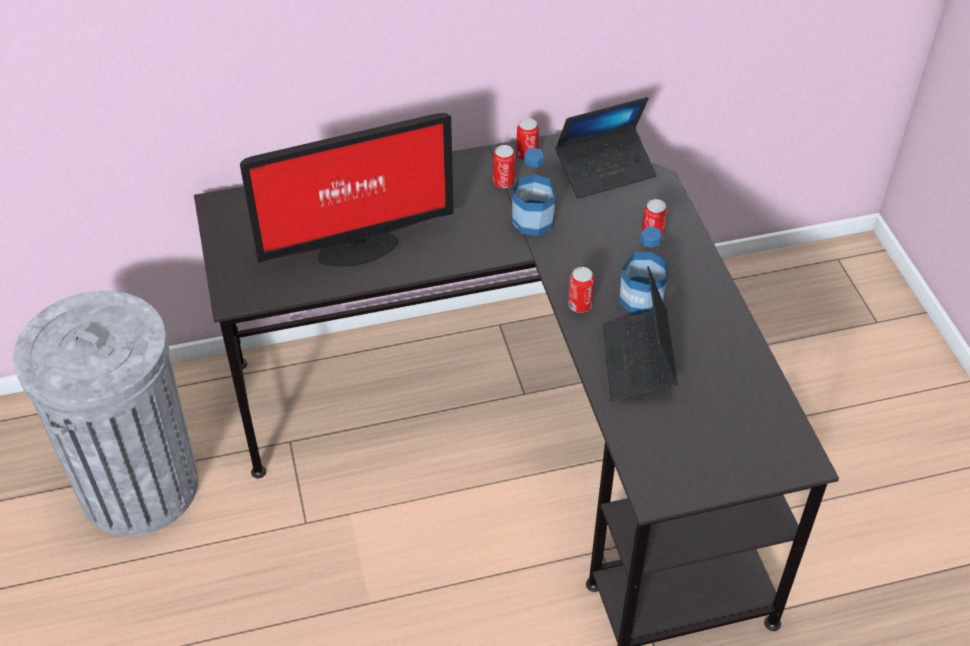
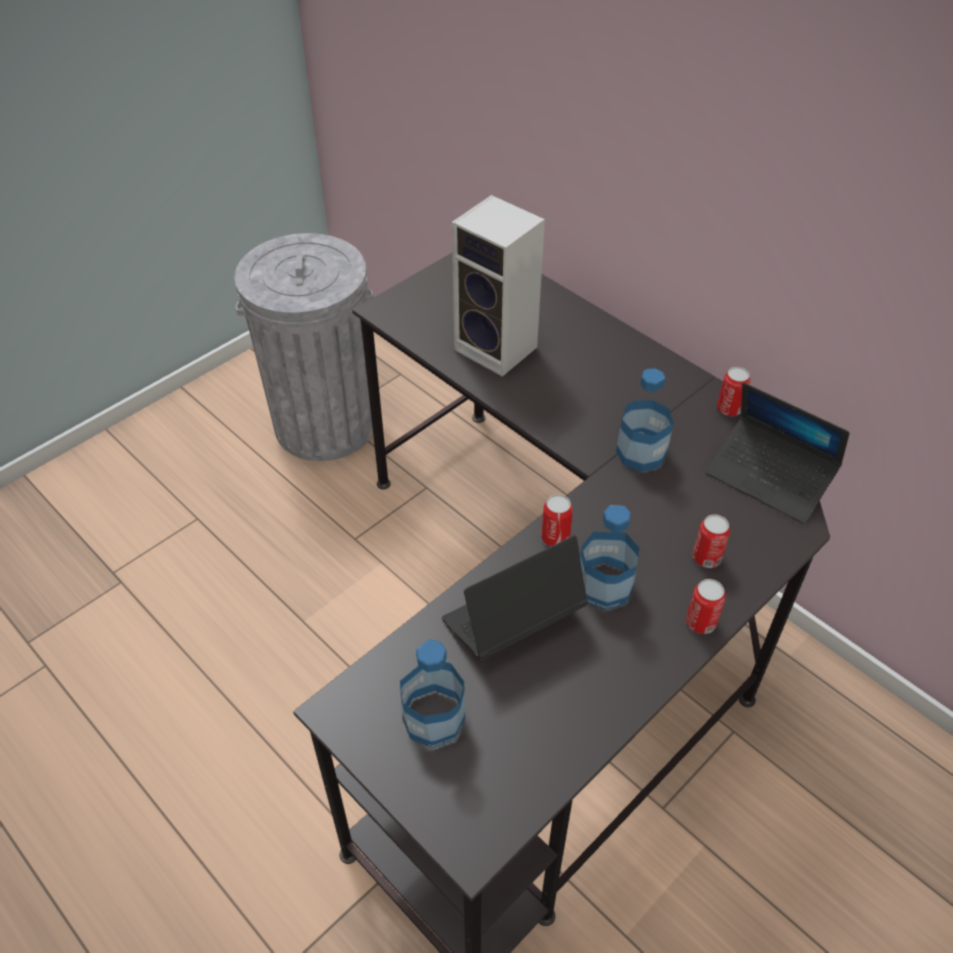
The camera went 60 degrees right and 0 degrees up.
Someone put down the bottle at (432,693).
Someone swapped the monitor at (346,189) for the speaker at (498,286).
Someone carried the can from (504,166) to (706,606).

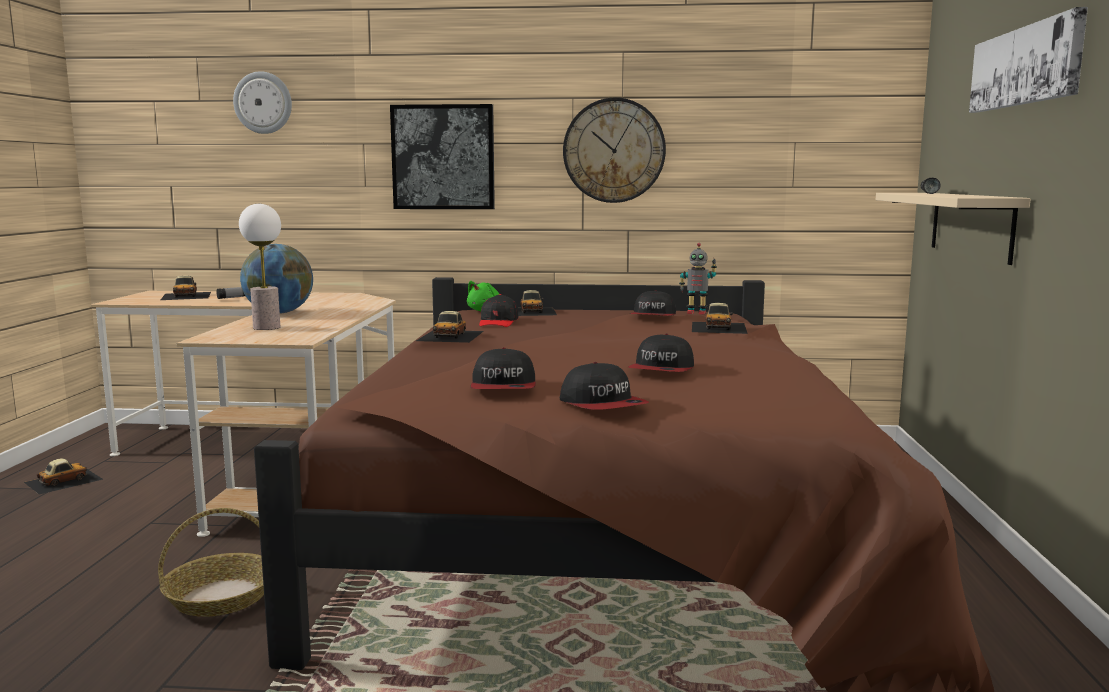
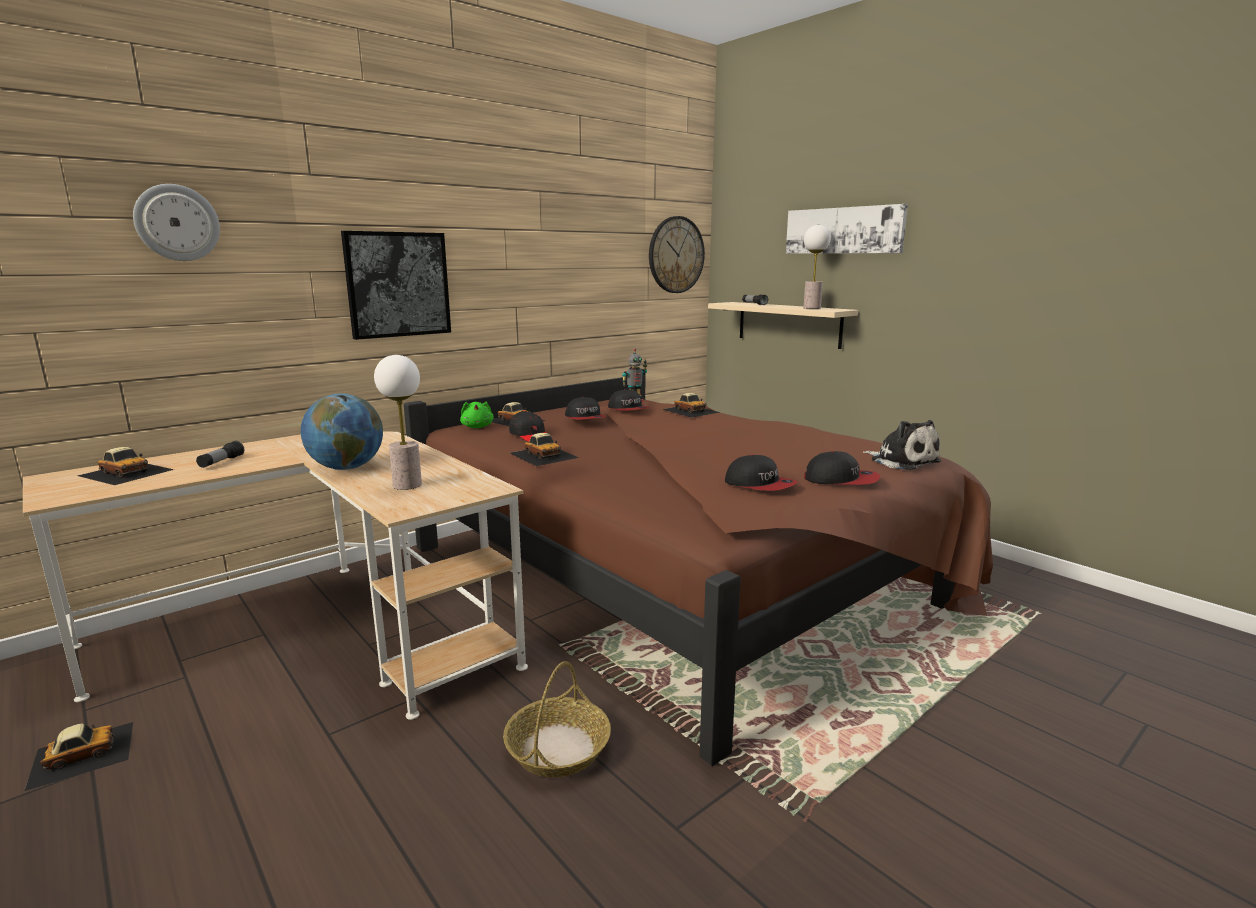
The camera went 45 degrees left and 5 degrees up.
Someone rotated the toy car at (63,476) by 60 degrees clockwise.
Someone carried the cap from (661,353) to (585,408).
Someone carried the wall clock from (614,150) to (677,254).
Someone put down the table lamp at (817,267).
Someone put down the plush toy at (902,445).

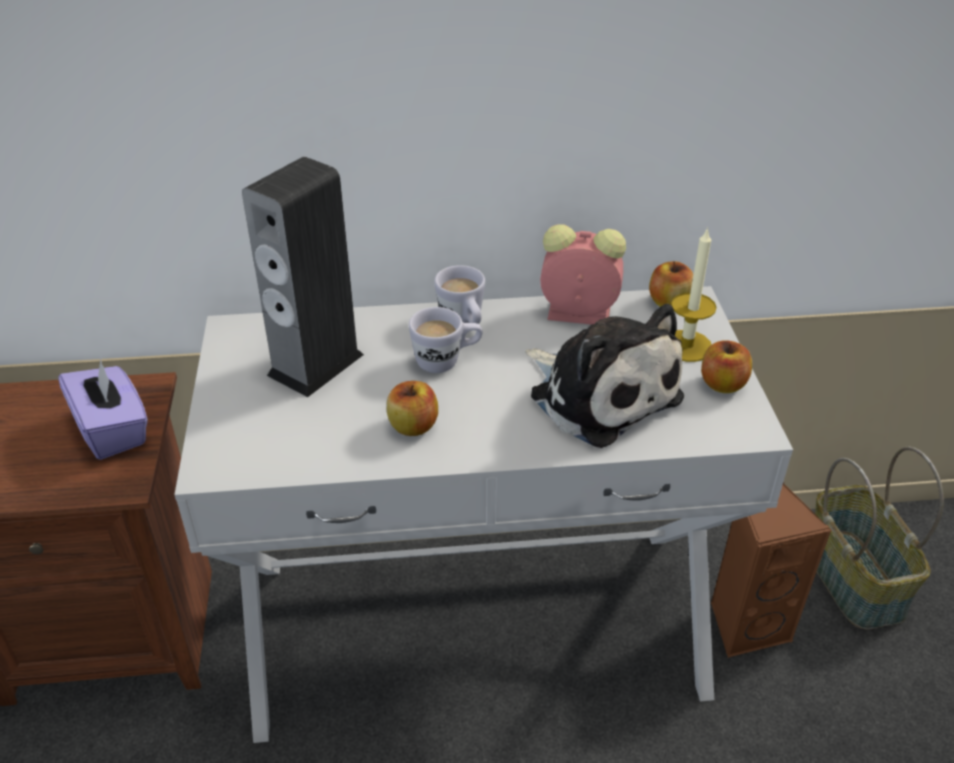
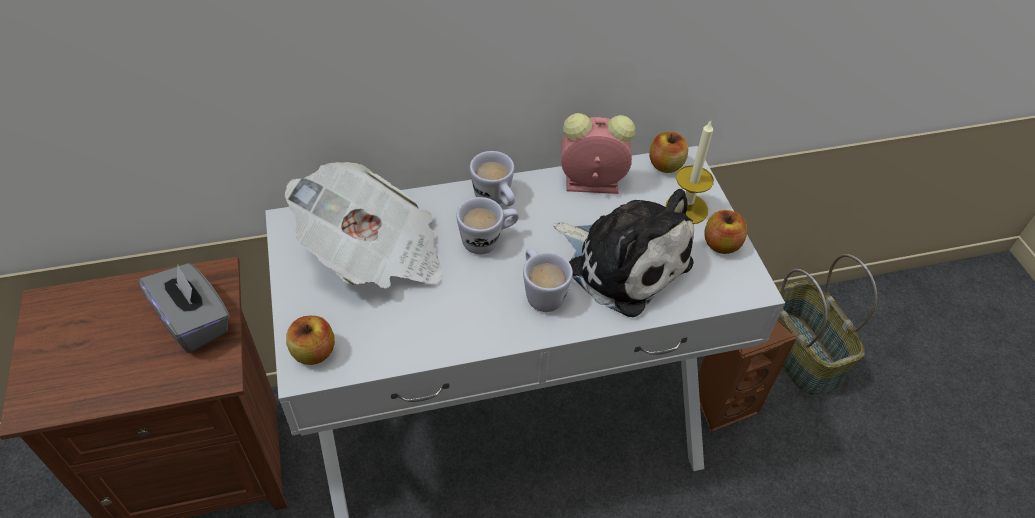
The camera went 10 degrees left and 10 degrees up.
Someone repainted the tissue box (purple) at (103,409), which became the tissue box (grey) at (184,308).
Someone swapped the speaker at (303,277) for the newspaper at (364,225).
Someone carried the apple from (412,408) to (310,340).
Someone put down the mug (white) at (548,280).

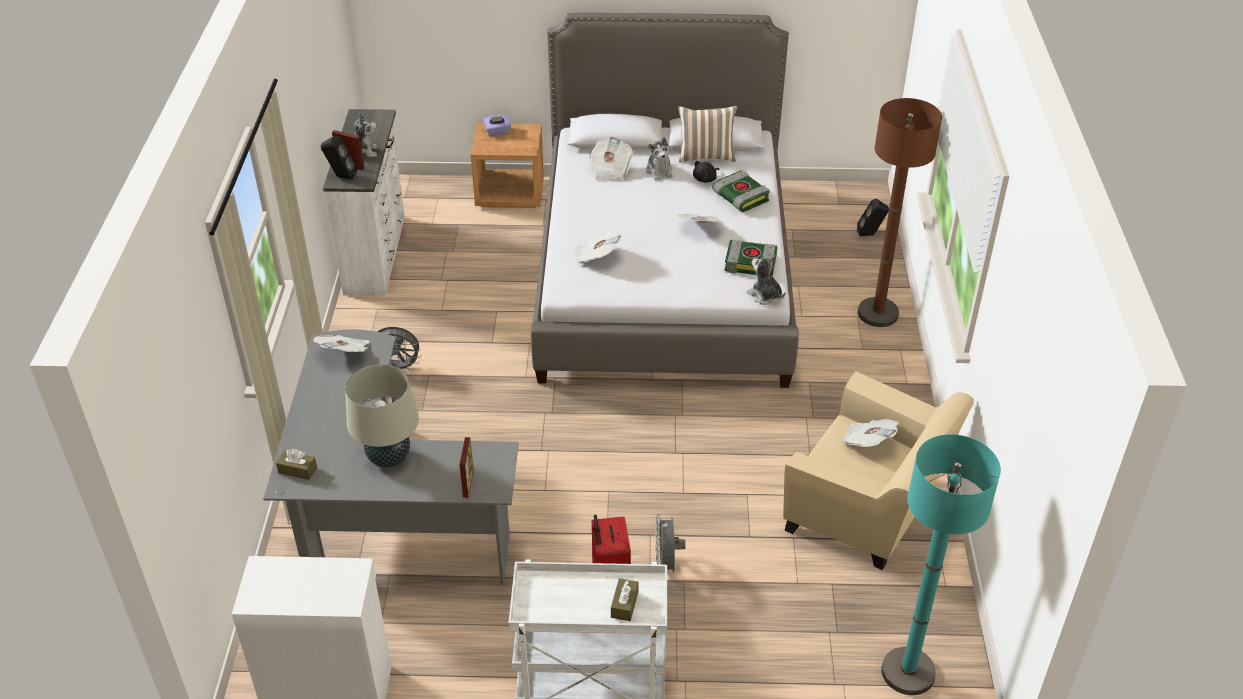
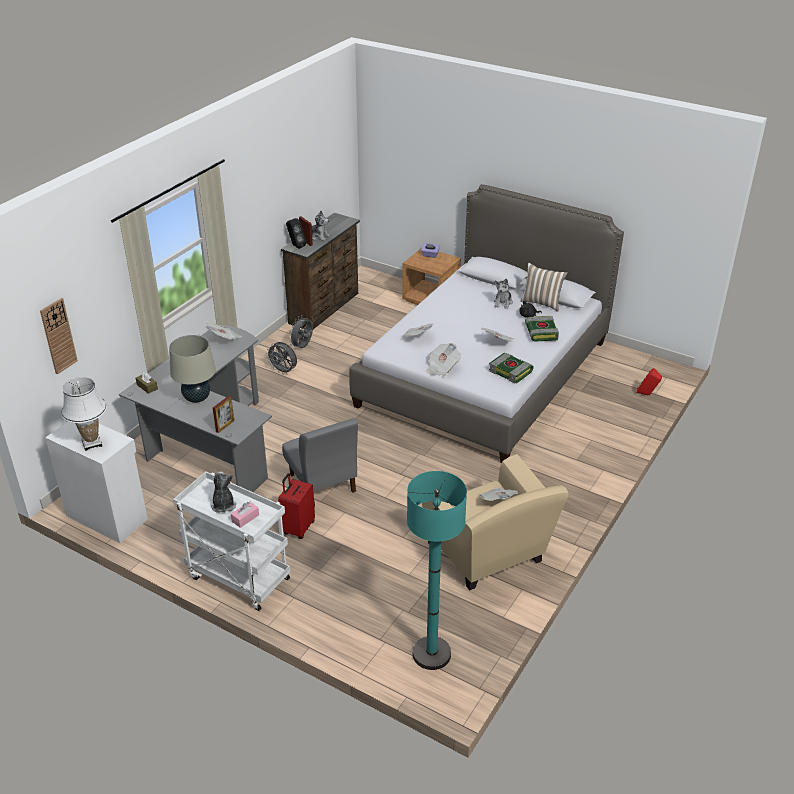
The camera went 30 degrees right and 5 degrees down.
Someone put up the wall clock at (59,336).
Someone put down the table lamp (white) at (84,414).
Someone carried the plush toy from (765,280) to (224,492).
Someone repainted the tissue box (brown) at (625,599), which became the tissue box (pink) at (245,514).
Someone repainted the dresser (white) at (364,202), which became the dresser (brown) at (320,271).
Someone put down the chair (grey) at (320,462).
Someone carried the fan (grey) from (670,543) to (301,331).
Someone carried the newspaper from (611,159) to (443,359).
Someone repainted the speaker (black) at (873,217), which became the speaker (red) at (649,381).
Someone took away the floor lamp (brown) at (900,212).

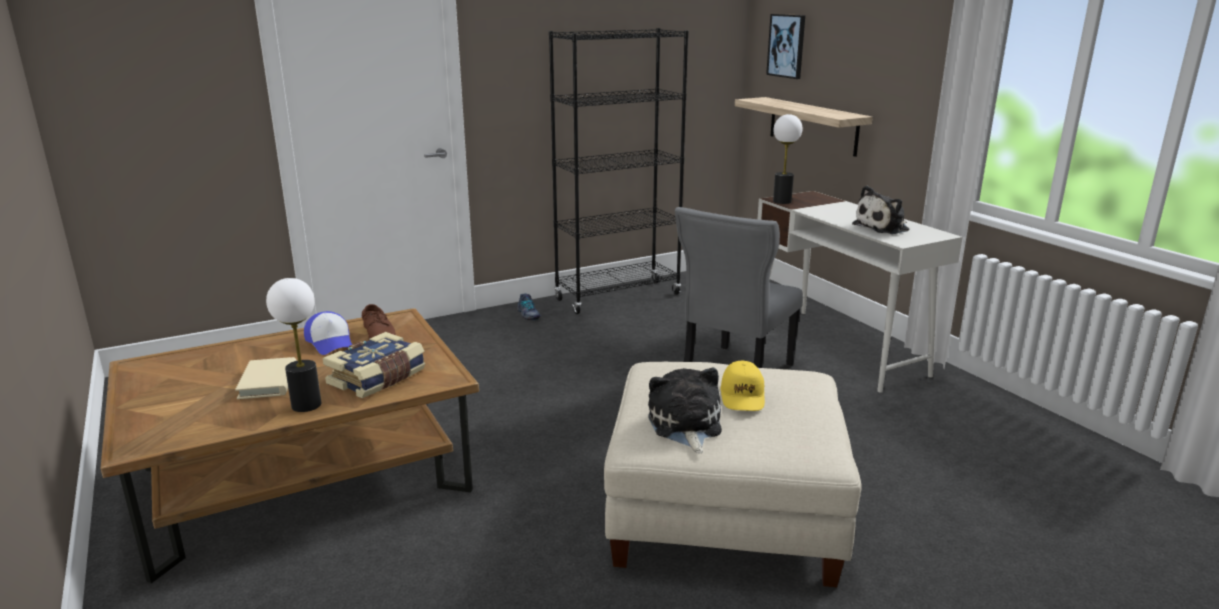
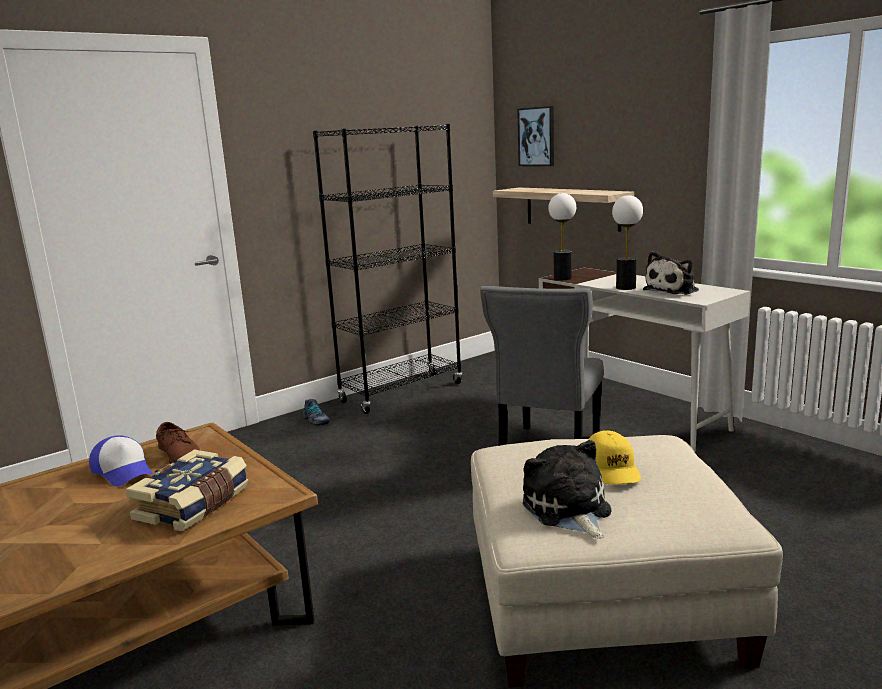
The camera went 10 degrees left and 5 degrees down.
Someone carried the table lamp from (293,345) to (627,242).
Someone took away the book (beige) at (266,378).

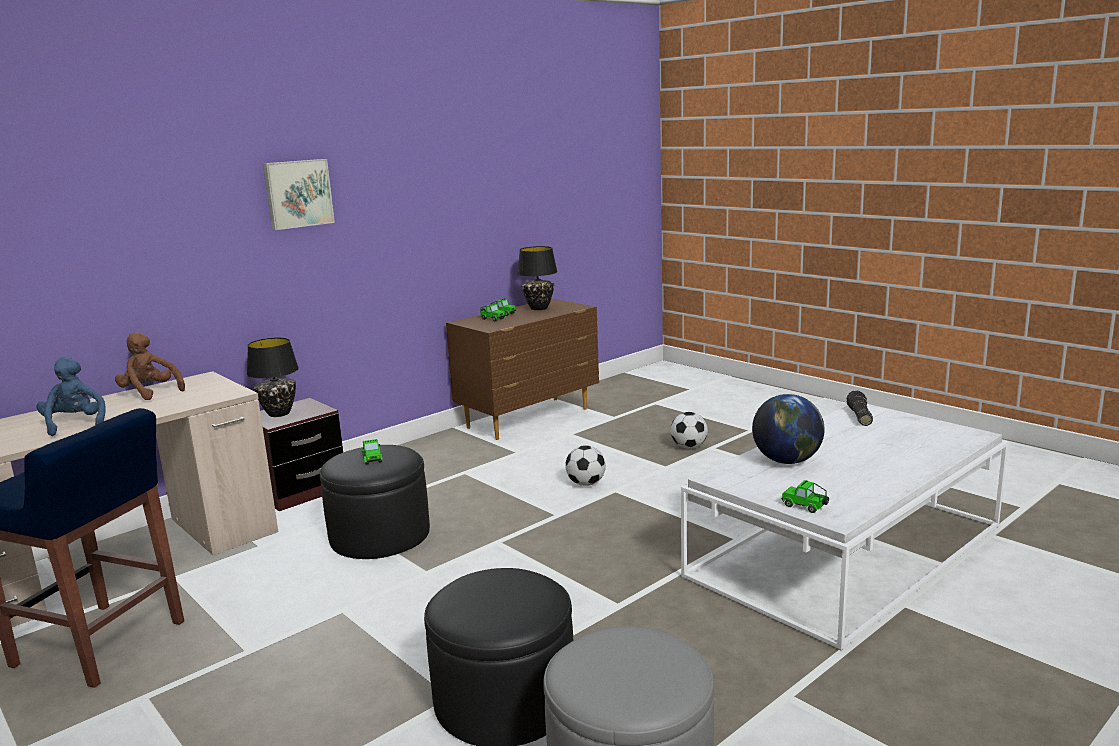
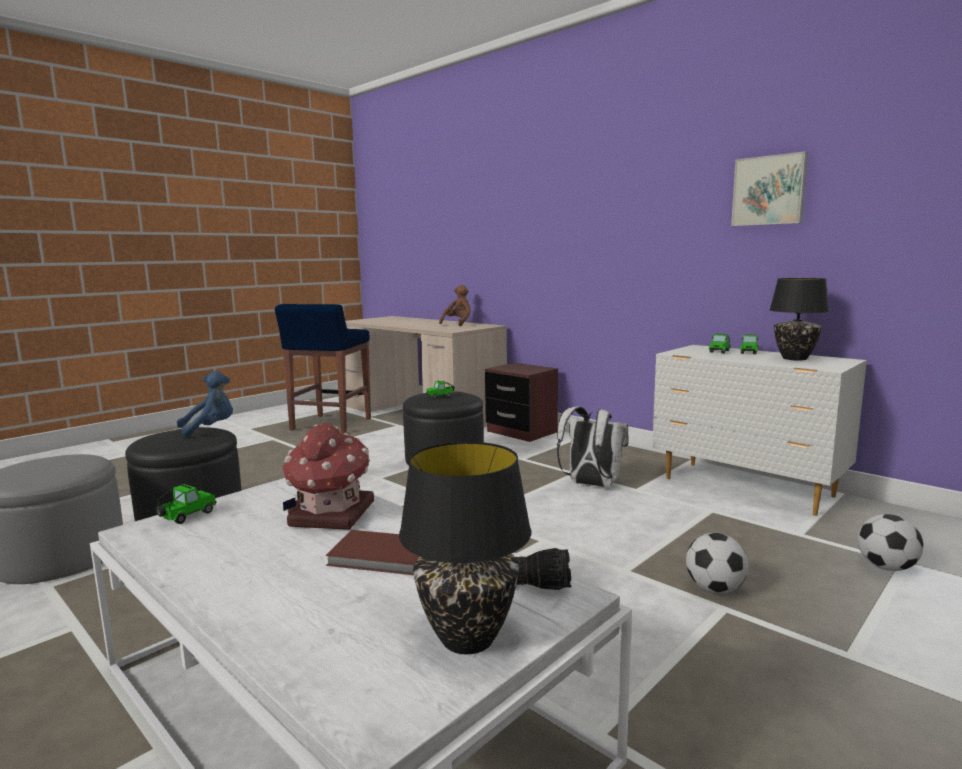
The camera went 85 degrees right and 5 degrees down.
Someone carried the plush toy (blue) from (71,396) to (205,404).
Someone swapped the globe at (788,429) for the toy house at (328,476).
Someone put down the book (brown) at (372,552).
Someone carried the table lamp (black) from (273,377) to (465,548).
Someone put down the backpack (white) at (593,447).
Someone repainted the dresser (brown) at (522,369), which became the dresser (white) at (759,430).
Someone carried the picture from (299,194) to (769,188).
Someone carried the football from (585,465) to (890,542).

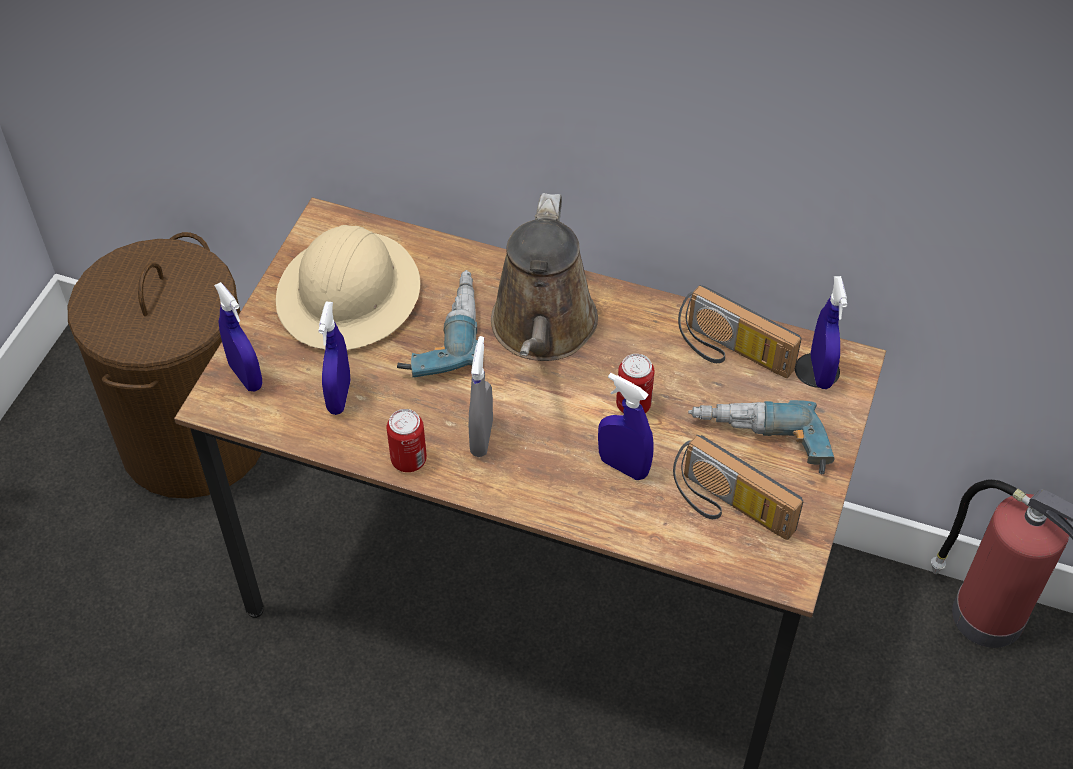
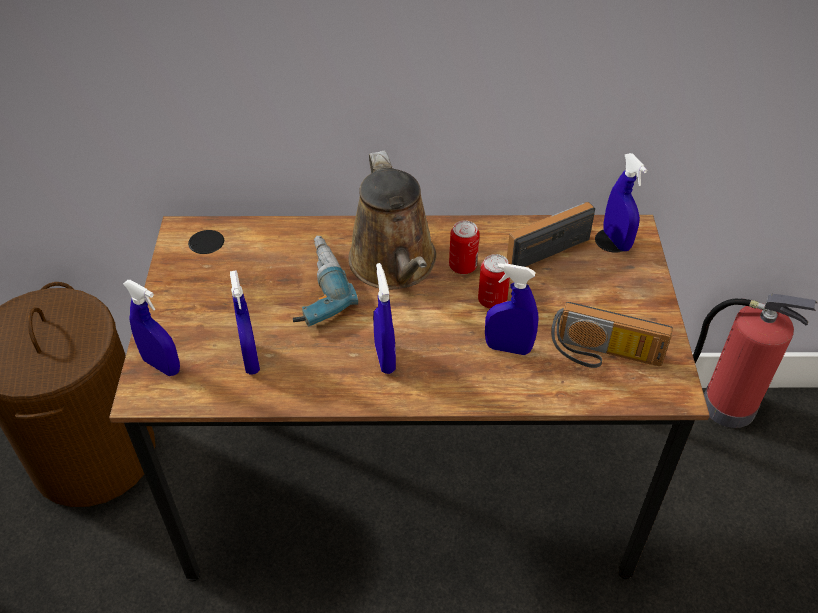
The camera went 20 degrees left and 5 degrees down.
Someone repainted the spray bottle (grey) at (481,396), which became the spray bottle (blue) at (384,318).
Someone carried the can from (407,440) to (464,247).
Someone rotated the radio at (740,331) by 135 degrees clockwise.
Someone took away the hard hat (beige) at (347,287).
Someone took away the power drill at (761,437).

